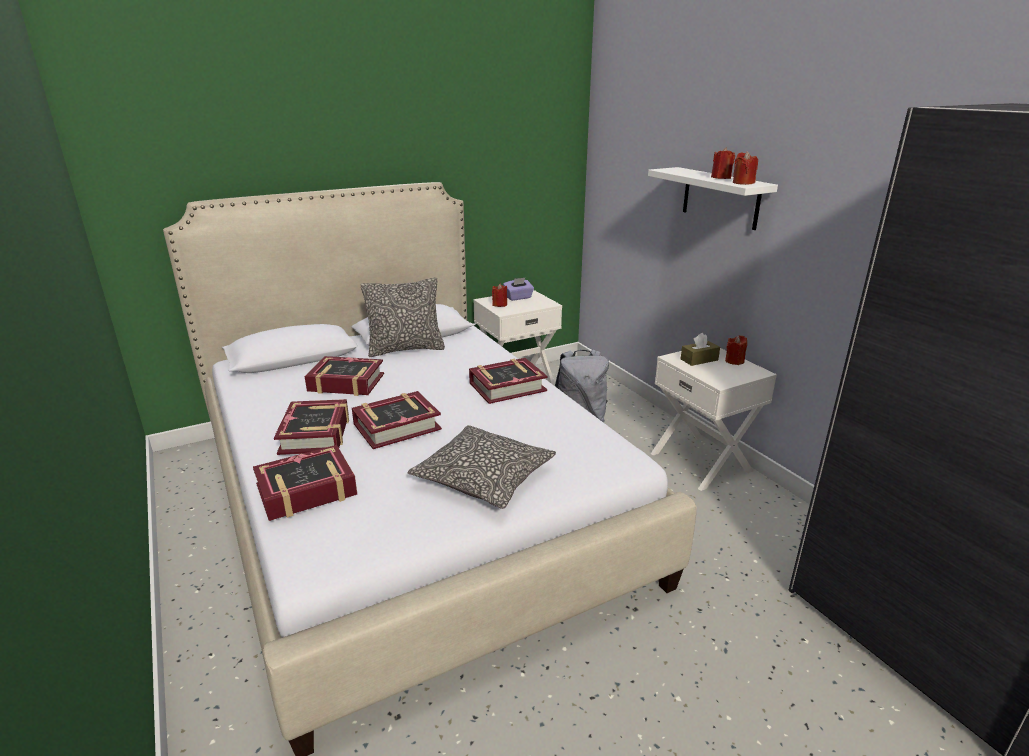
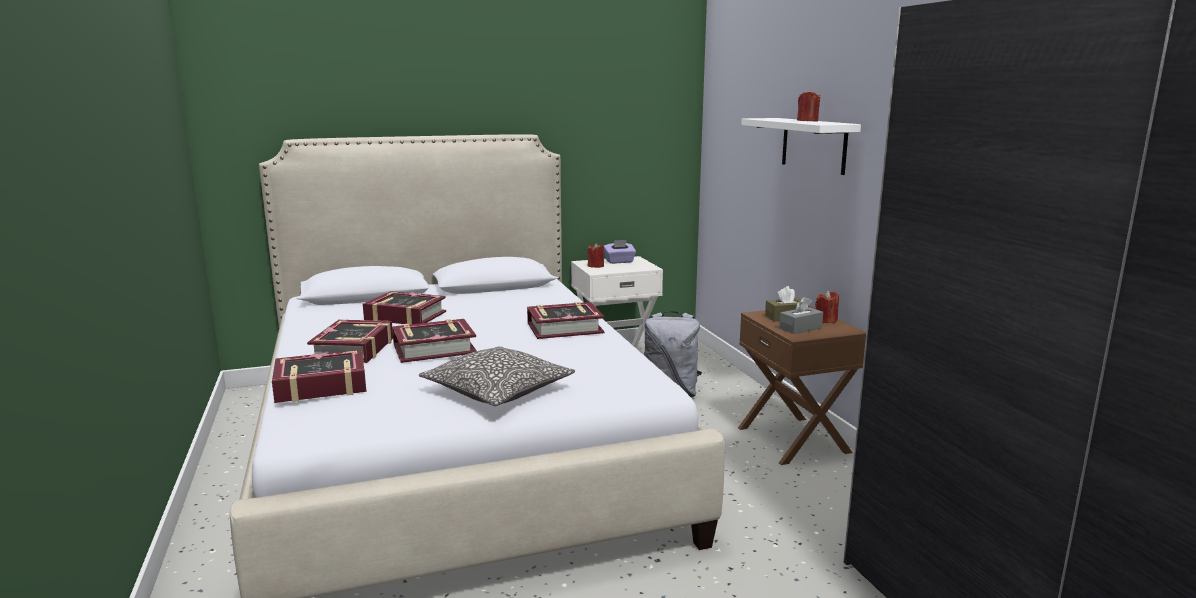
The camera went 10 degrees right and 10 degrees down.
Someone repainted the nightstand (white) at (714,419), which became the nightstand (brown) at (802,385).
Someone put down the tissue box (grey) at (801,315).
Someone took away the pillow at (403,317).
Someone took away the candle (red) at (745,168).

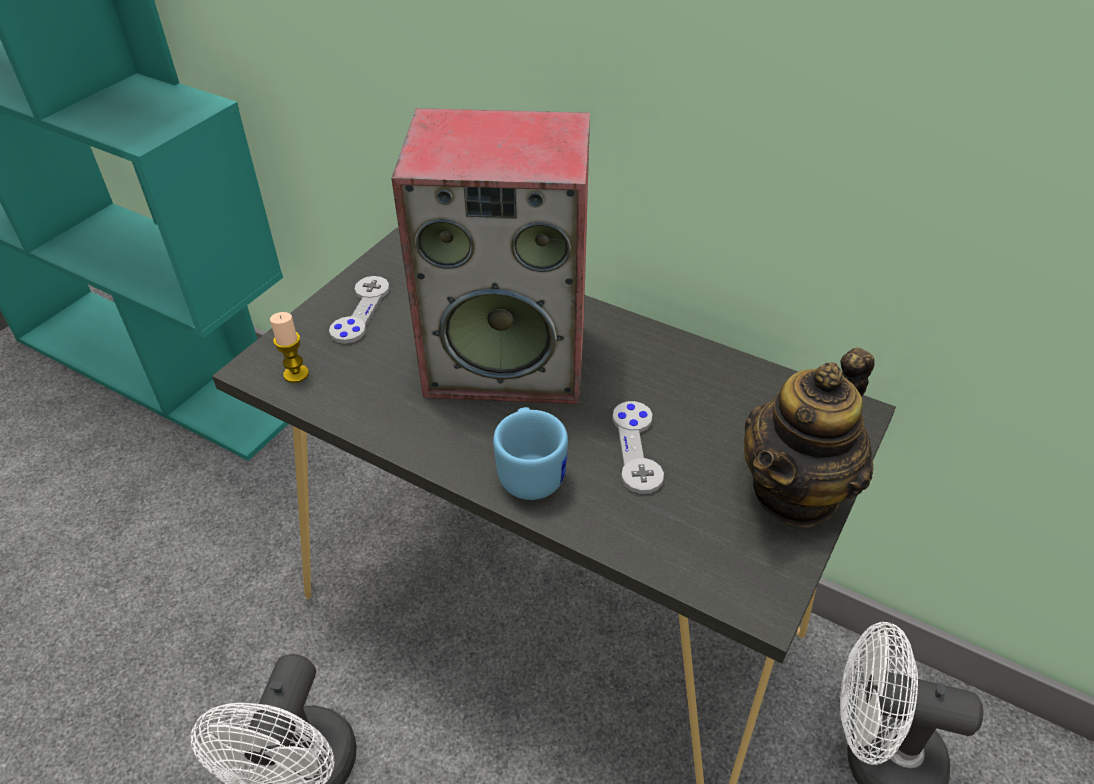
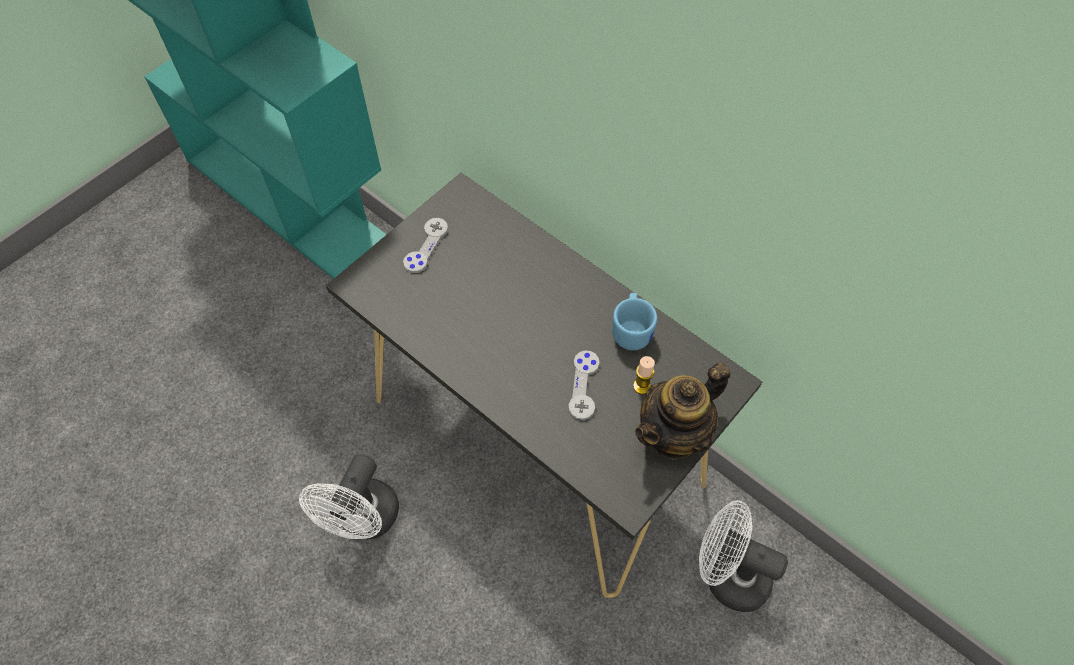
The camera went 10 degrees right and 15 degrees up.
Someone carried the mug (blue) from (530,453) to (634,321).
Someone carried the candle from (289,347) to (644,375).
Someone took away the speaker at (490,256).

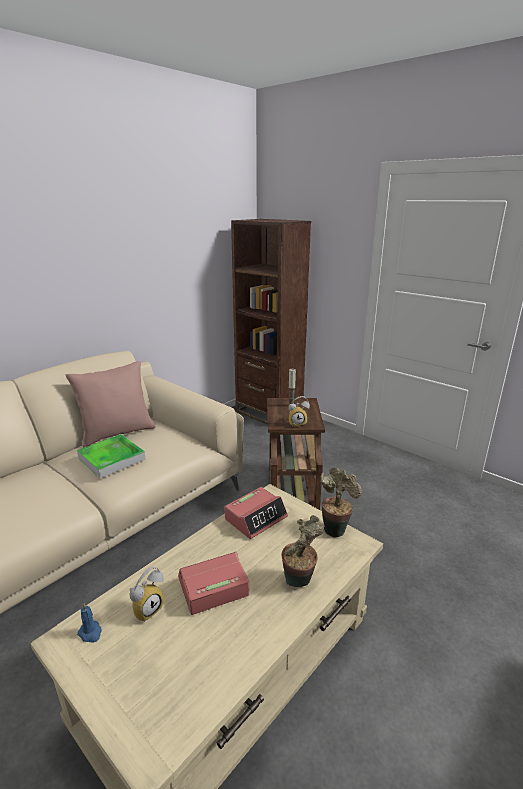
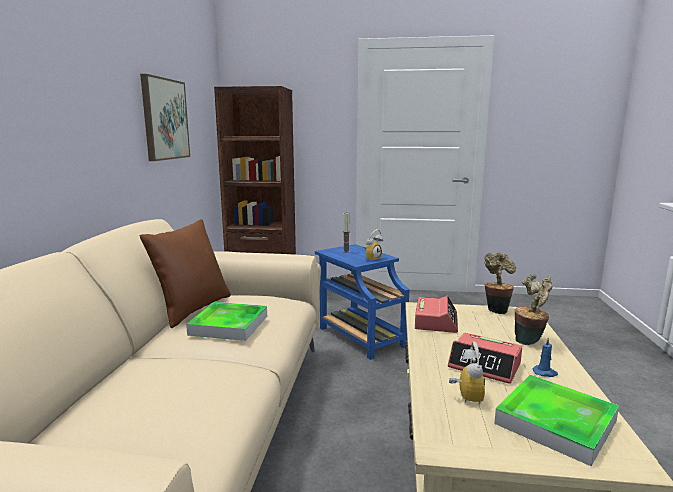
The camera went 35 degrees left and 10 degrees down.
Someone put up the picture at (165,117).
Someone repainted the pillow (pink) at (111,404), which became the pillow (brown) at (185,273).
Someone repainted the side table (brown) at (296,454), which became the side table (blue) at (362,302).
Someone rotated the alarm clock at (214,583) by 90 degrees counterclockwise.
Someone put down the tray at (556,420).
Someone carried the candle (blue) from (89,622) to (545,357).

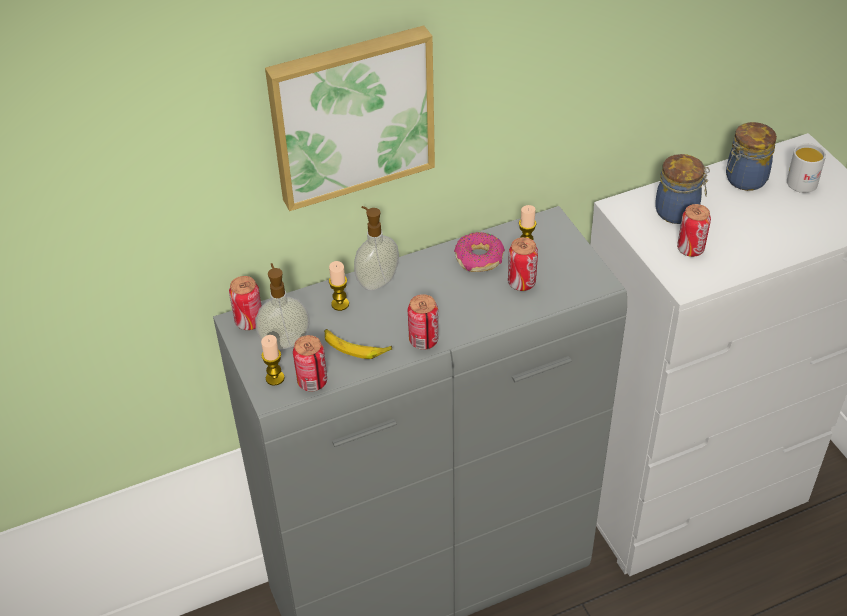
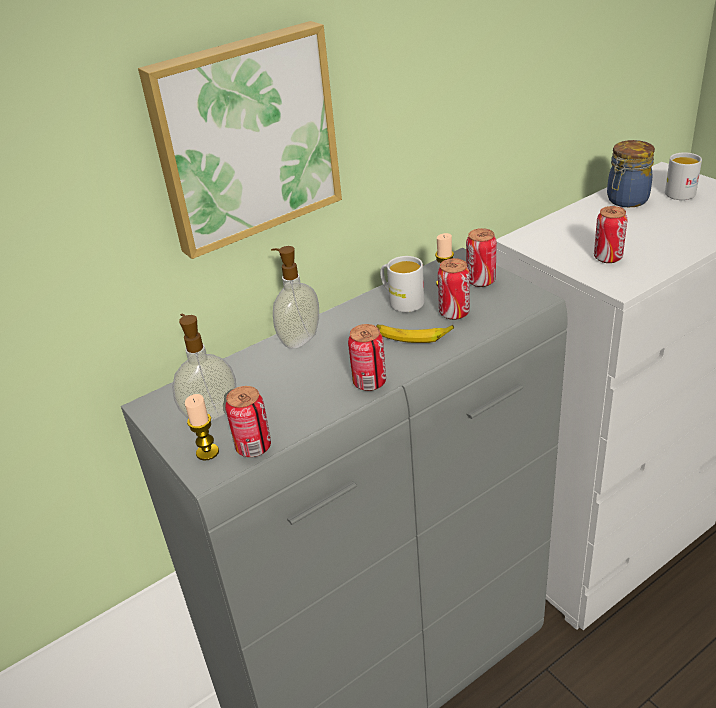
The camera went 10 degrees left and 10 degrees down.
Someone carried the banana from (358,344) to (415,333).
Someone swapped the donut at (479,252) for the mug (white) at (402,284).
Someone carried the can from (245,303) to (481,257).
Someone took away the candle at (339,286).
Someone took away the jar at (682,189).

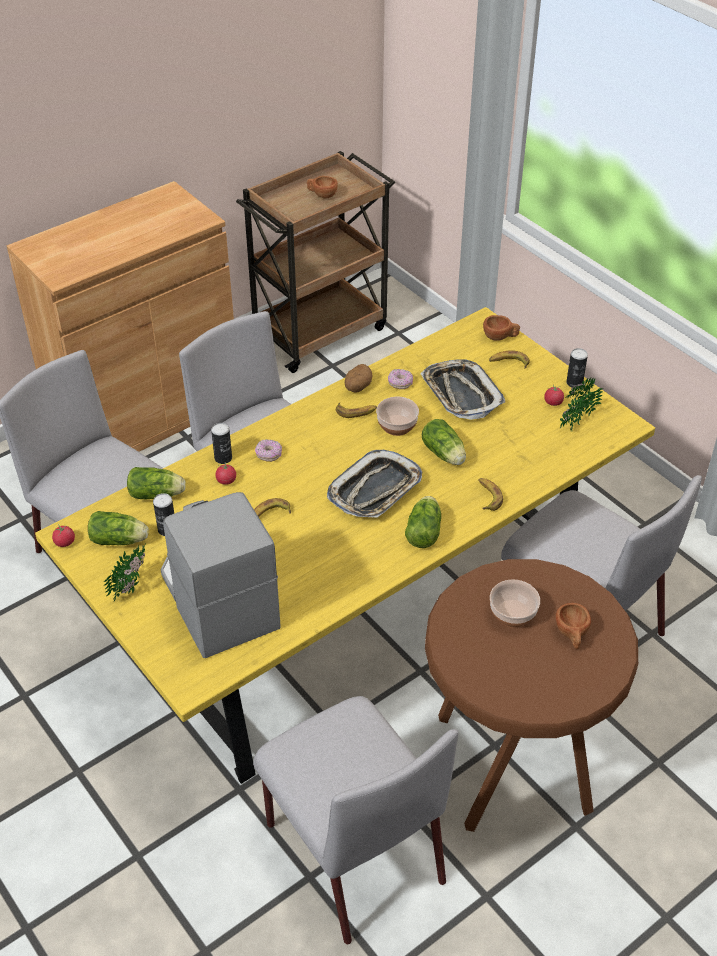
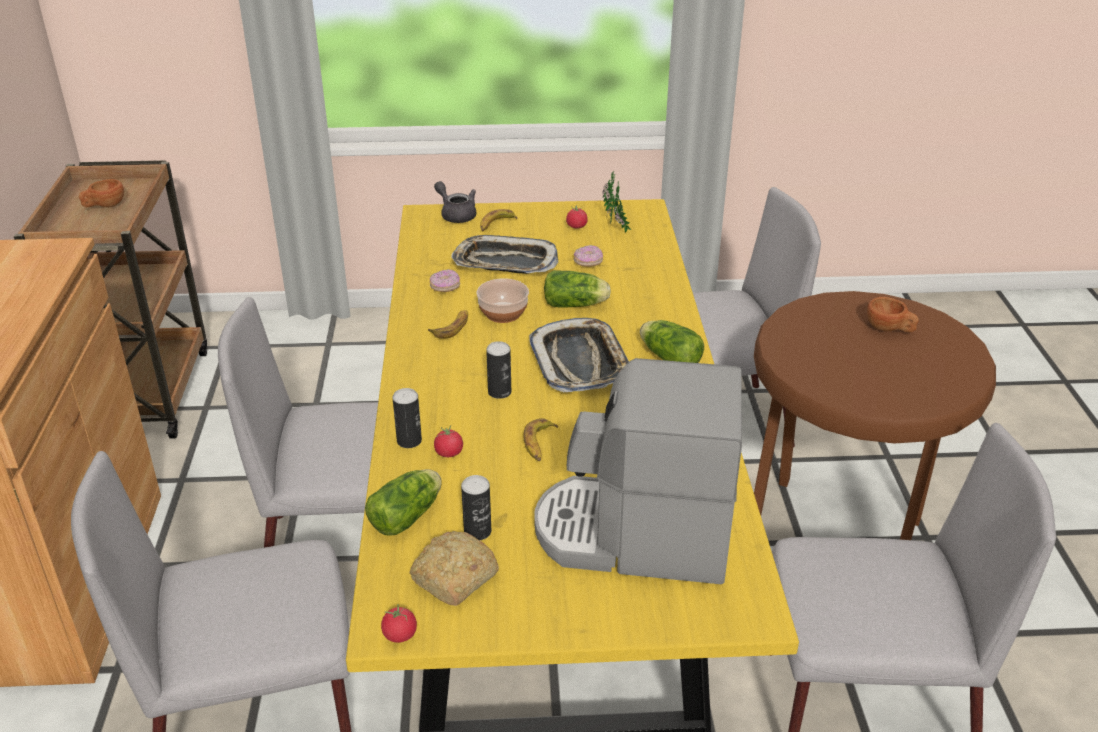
The camera went 55 degrees left and 10 degrees down.
Someone swapped the lettuce at (118,528) for the bread at (454,568).
Someone swapped the cup (brown) at (501,328) for the teapot (grey) at (455,202).
Someone carried the can from (577,367) to (498,370).
Someone carried the donut from (268,450) to (588,256).
Someone took away the potted plant at (124,573).
Someone took away the potato at (358,378).
Someone took away the banana at (490,494).
Someone took away the bowl at (515,603).

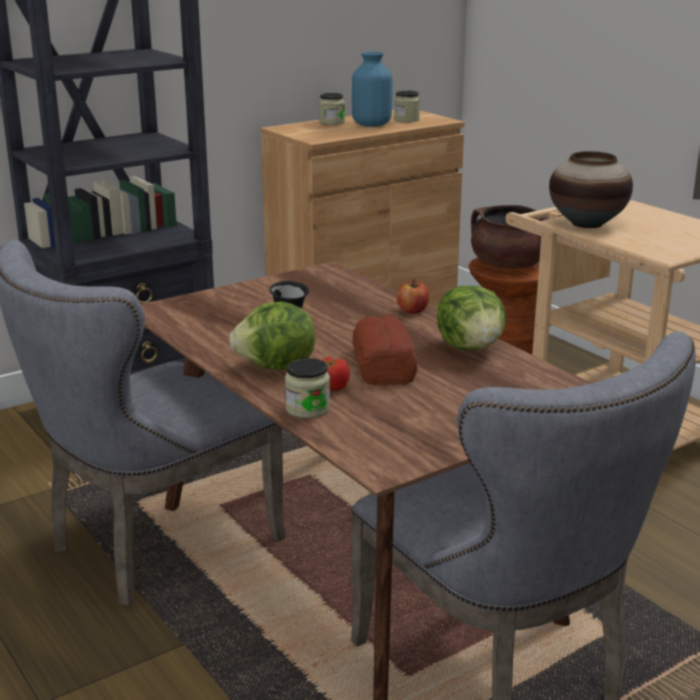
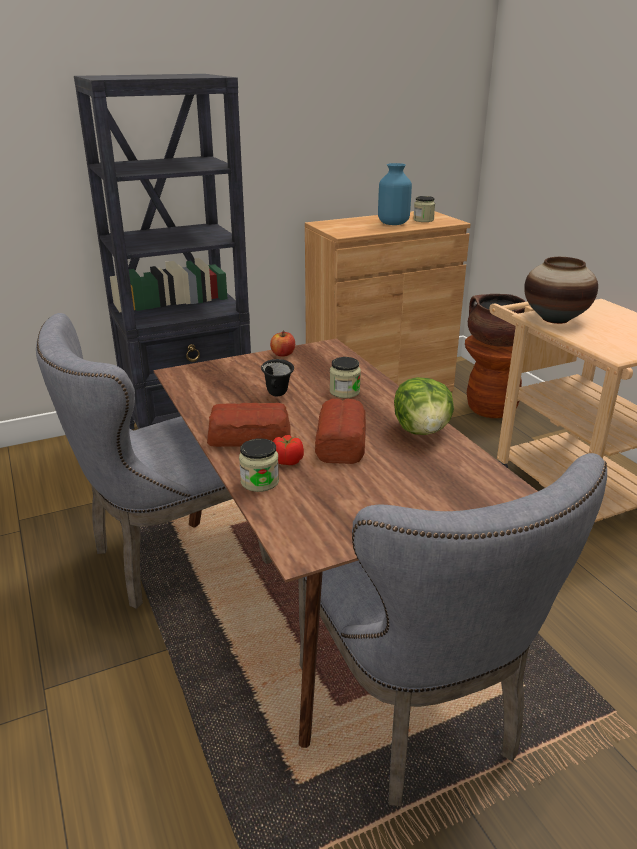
The camera went 10 degrees right and 5 degrees up.
Someone swapped the lettuce at (272,336) for the bread at (249,425).
Someone carried the apple from (413,296) to (282,344).
Someone carried the jar from (332,109) to (345,377).

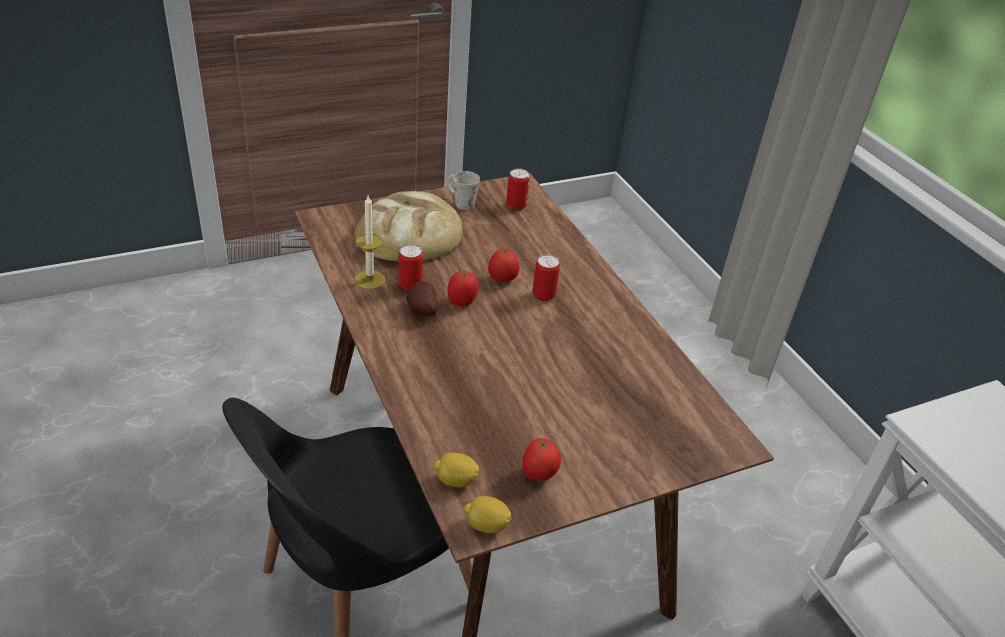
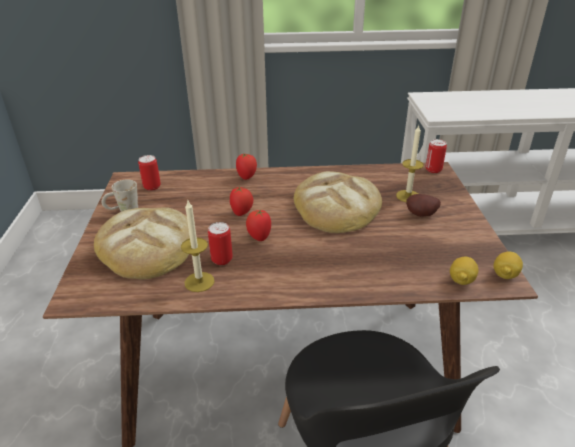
The camera went 65 degrees left and 5 degrees down.
Someone carried the tomato from (541,459) to (246,166).
Someone put down the bread at (338,202).
Someone put down the candle at (410,164).
Someone carried the potato from (421,298) to (423,205).
Someone carried the can from (546,278) to (436,156).

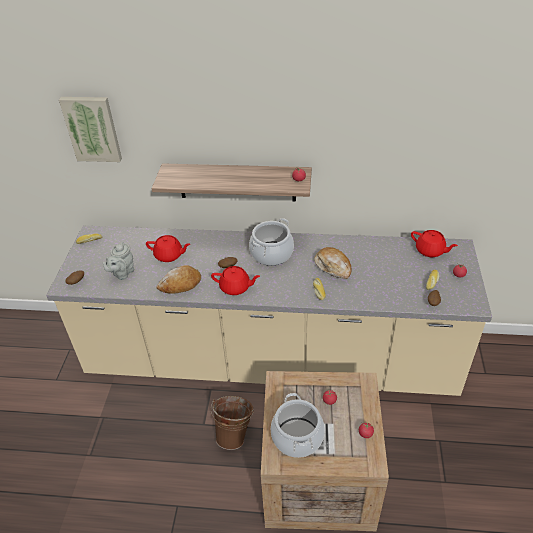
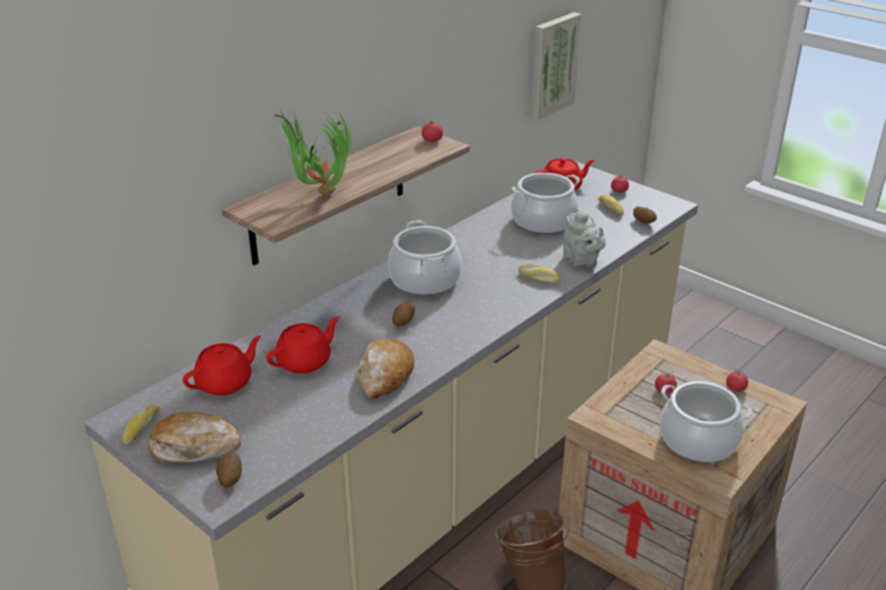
The camera went 55 degrees left and 10 degrees down.
Someone carried the bread from (333,263) to (194,437).
Someone carried the teapot (red) from (235,280) to (222,366).
Someone put down the potted plant at (312,152).
Someone put down the cooking pot at (545,203).
Someone carried the picture from (90,129) to (556,66).
Someone carried the teapot (grey) from (118,261) to (584,238).

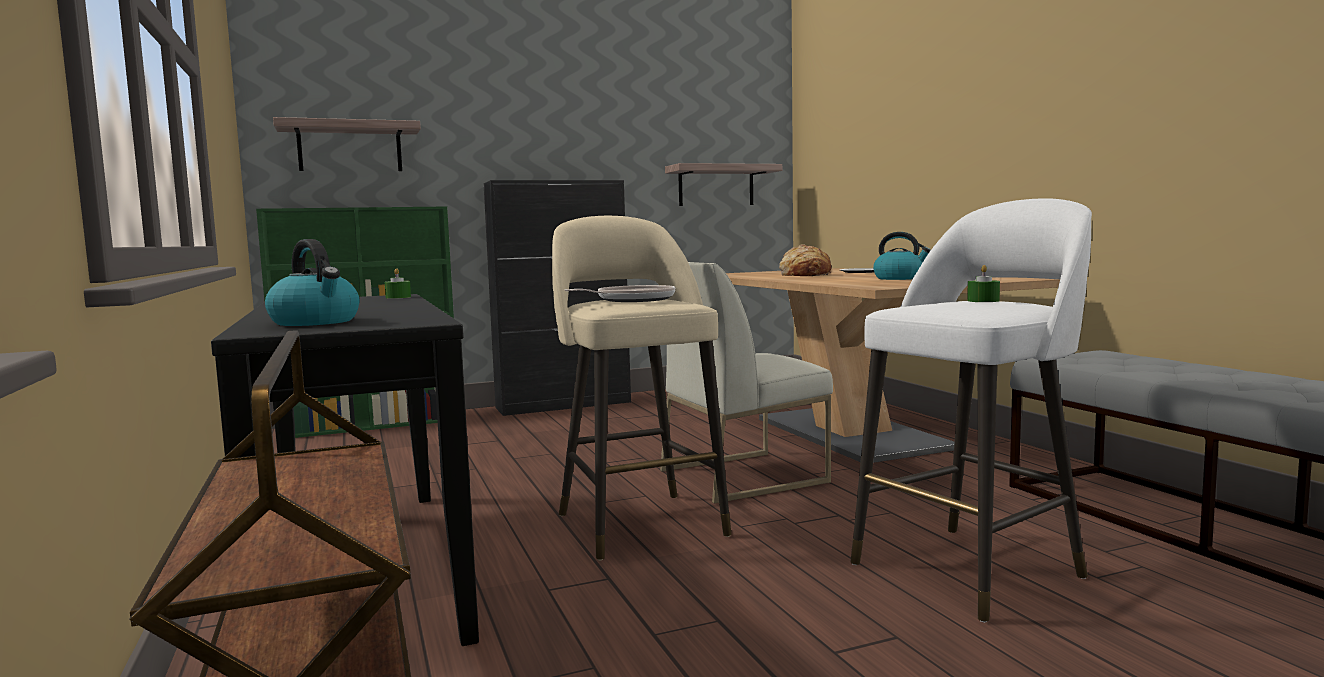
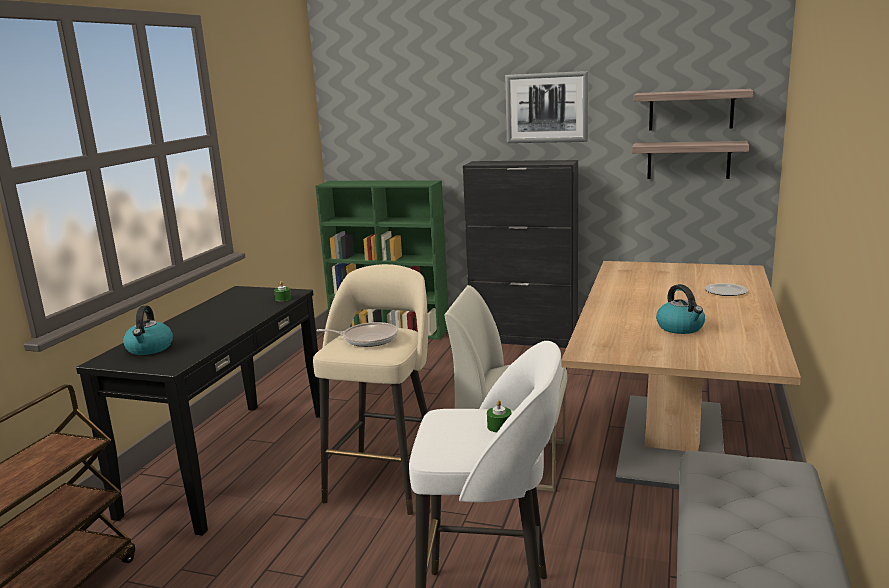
The camera went 40 degrees right and 10 degrees up.
Someone put up the picture at (546,107).
Someone carried the shelf from (347,144) to (693,109).
Someone took away the bread at (805,260).

